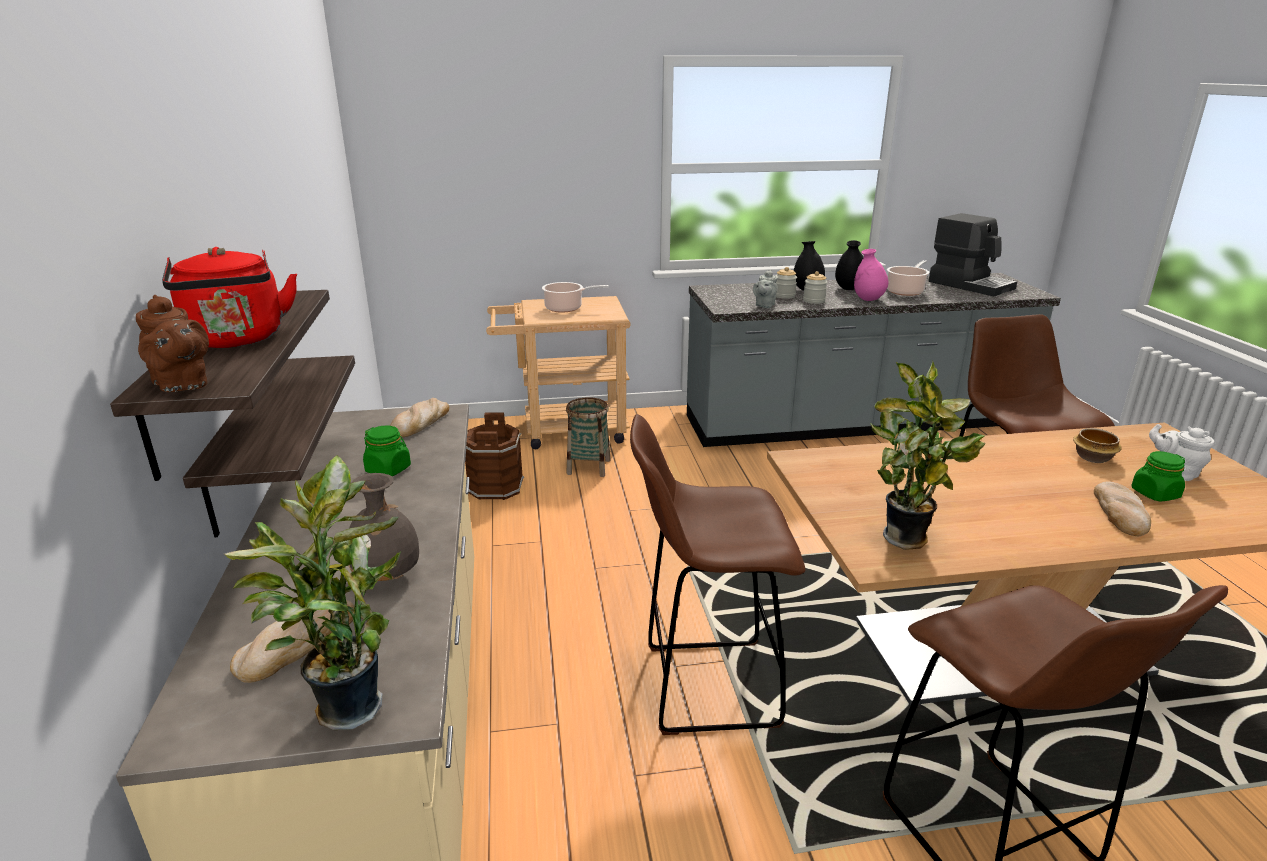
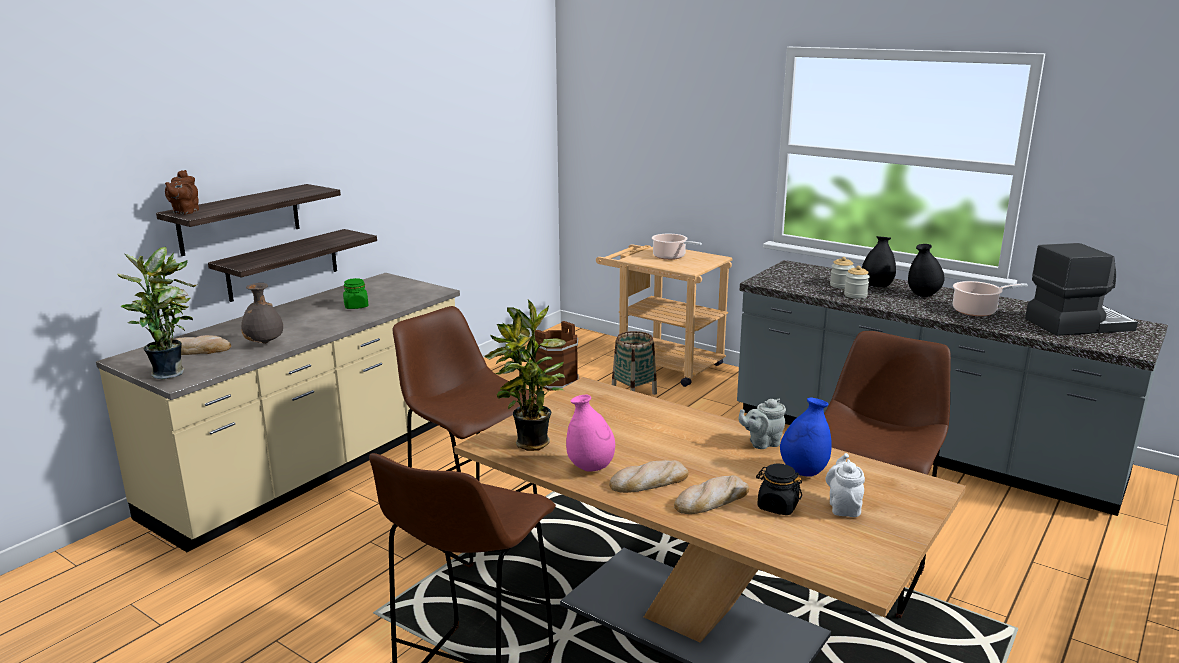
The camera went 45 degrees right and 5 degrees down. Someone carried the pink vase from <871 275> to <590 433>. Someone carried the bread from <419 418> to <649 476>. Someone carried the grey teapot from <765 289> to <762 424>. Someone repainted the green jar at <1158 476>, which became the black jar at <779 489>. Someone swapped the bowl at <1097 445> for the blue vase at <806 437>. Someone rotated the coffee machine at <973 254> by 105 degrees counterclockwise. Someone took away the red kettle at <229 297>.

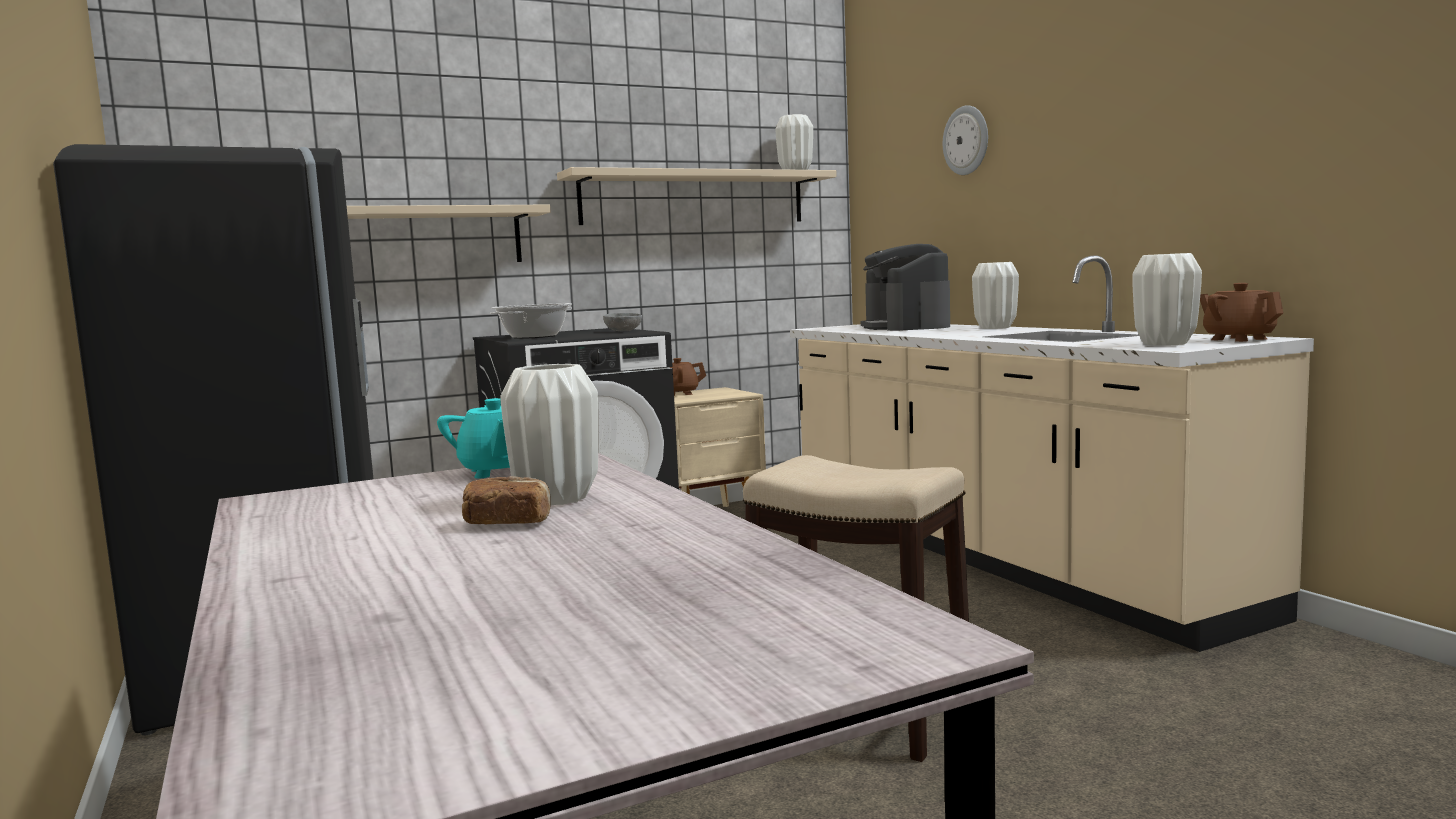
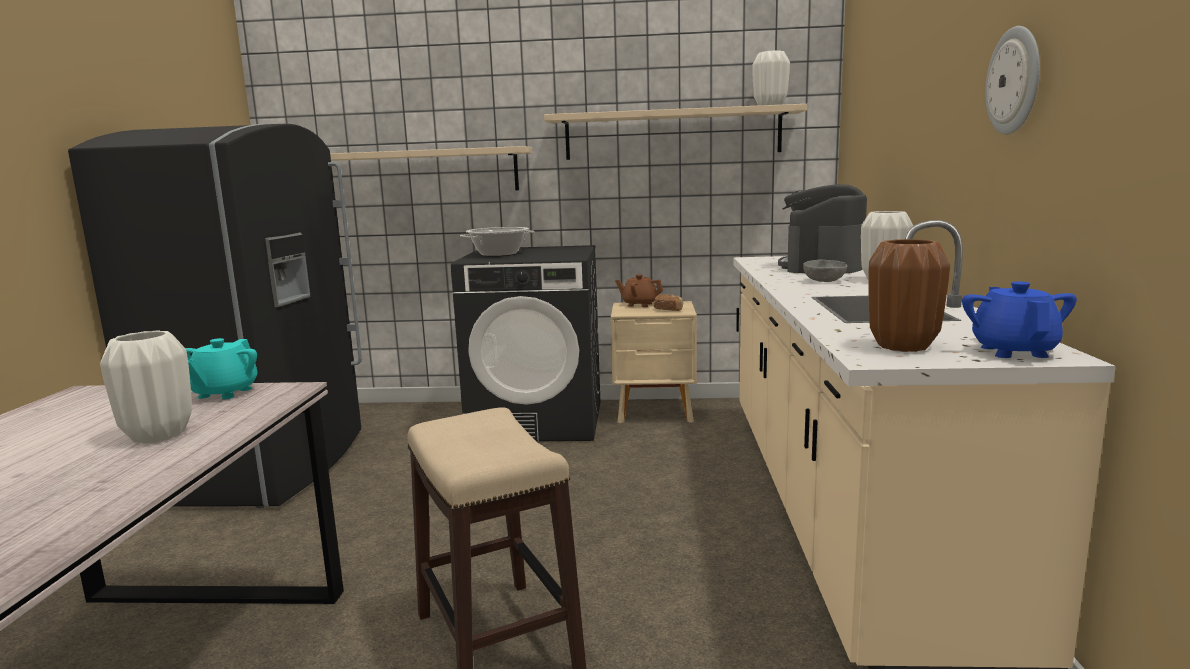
The camera went 30 degrees right and 5 degrees up. Someone carried the bread from <506 500> to <668 302>. Someone carried the grey bowl from <622 322> to <825 270>. Someone repainted the white vase at <1167 299>, which became the brown vase at <909 295>. Someone repainted the brown teapot at <1241 312>, which became the blue teapot at <1019 319>. Someone carried the wall clock from <965 140> to <1012 80>.

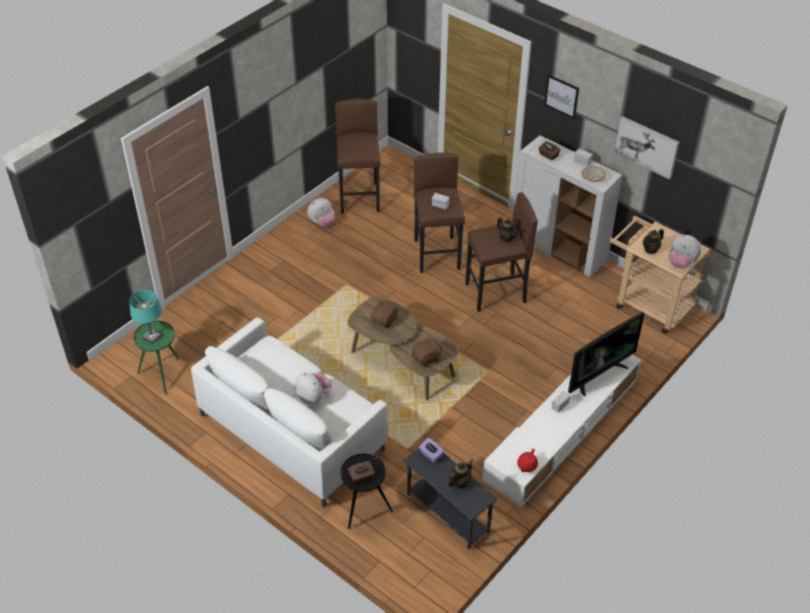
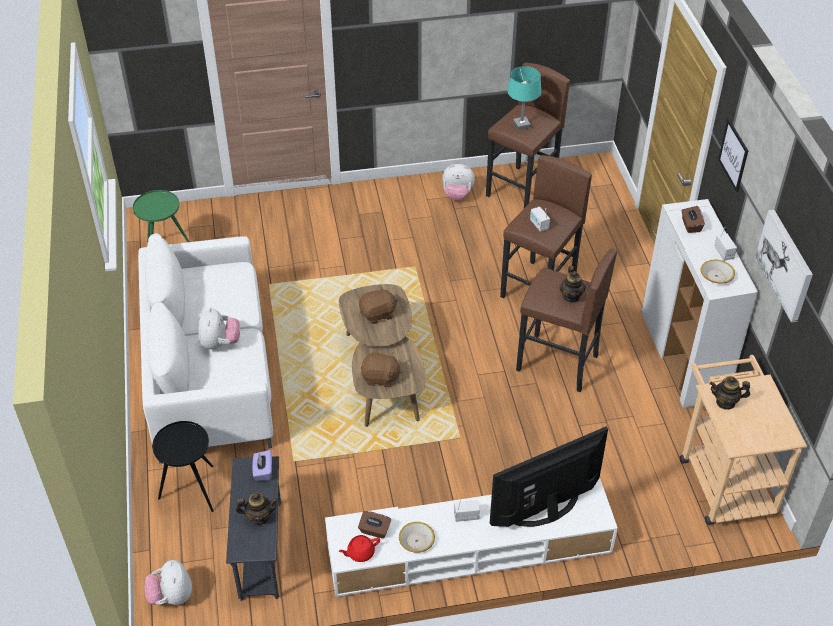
The camera went 40 degrees right and 0 degrees up. Someone carried the plush toy from <685 251> to <168 582>. Someone carried the brown tissue box from <361 472> to <374 525>. Someone put down the bowl at <417 537>. Someone rotated the television at <606 354> by 150 degrees clockwise. Someone carried the turquoise table lamp from <145 317> to <524 98>.

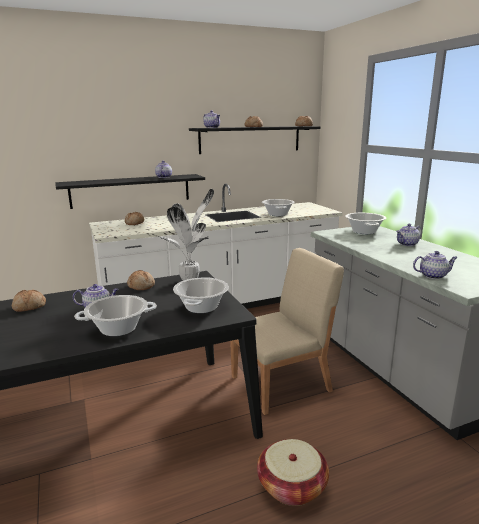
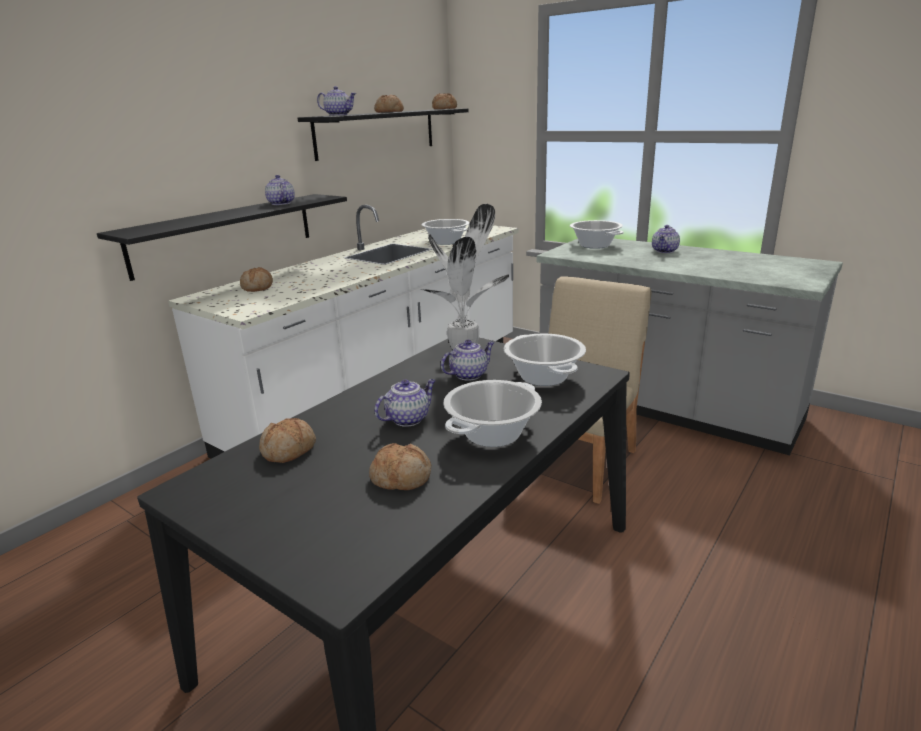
The camera went 30 degrees left and 5 degrees up. Someone carried the bread from <141 280> to <400 466>. Someone carried the teapot from <435 265> to <467 360>. Someone took away the basket at <293 472>.

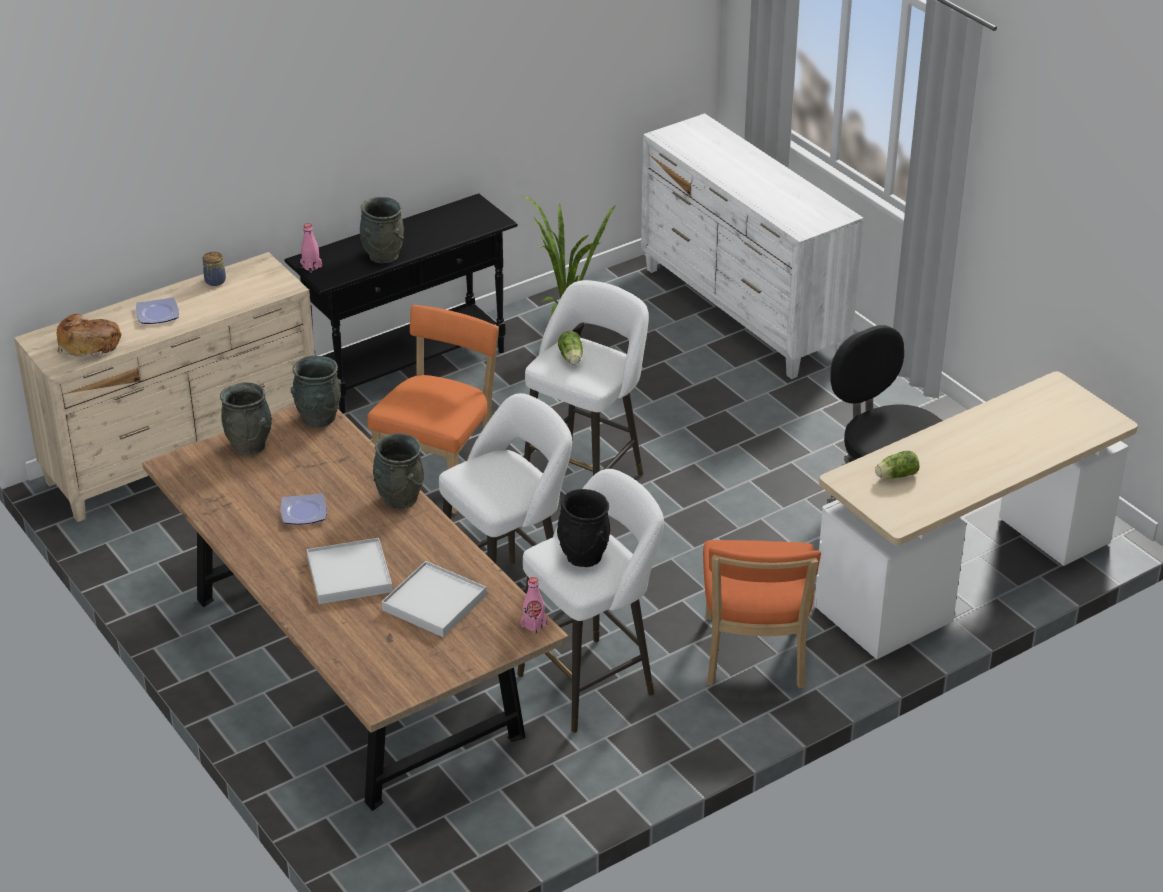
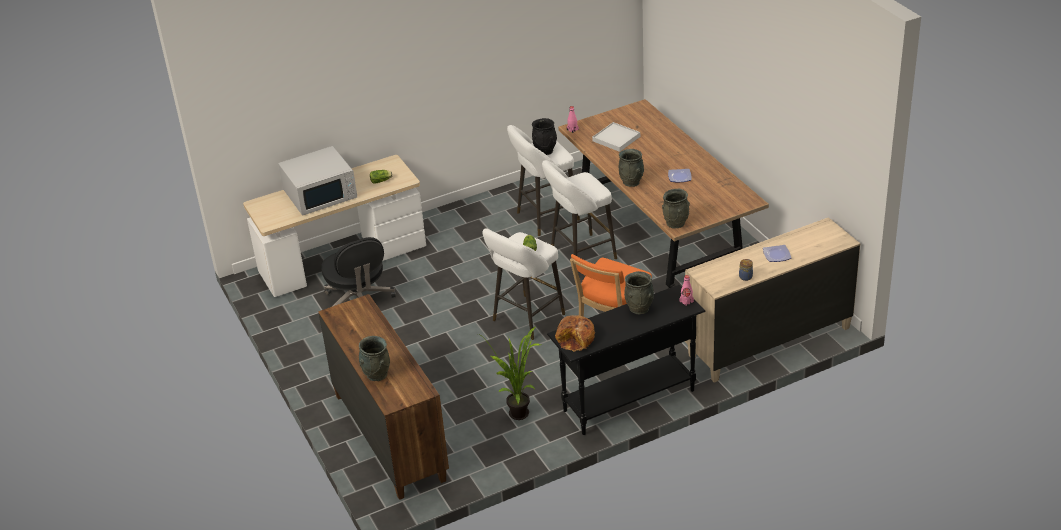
The camera went 170 degrees left and 0 degrees up. Someone put down the white microwave at <317 181>. Someone repainted the white dresser at <752 246>, which became the brown dresser at <383 397>. Someone carried the grey vase from <246 418> to <374 358>. Someone carried the bread from <89 335> to <575 333>. Someone took away the white tray at <349 571>. Someone took away the orange chair at <762 614>.

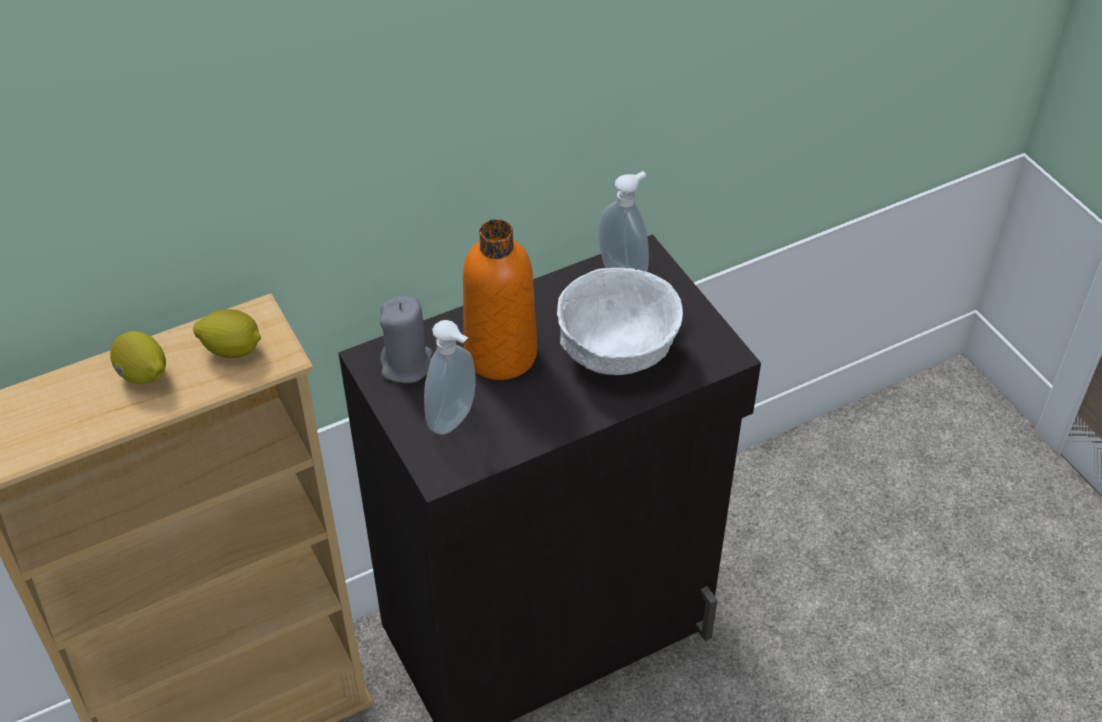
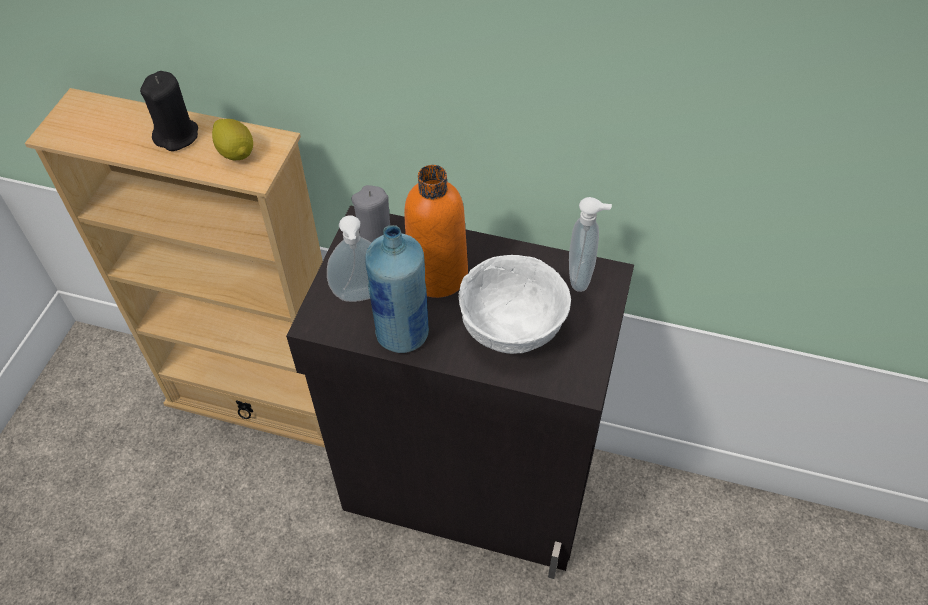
The camera went 45 degrees right and 5 degrees up. Someone swapped the lemon at <138 357> for the black candle at <169 111>. Someone put down the blue bottle at <397 289>.

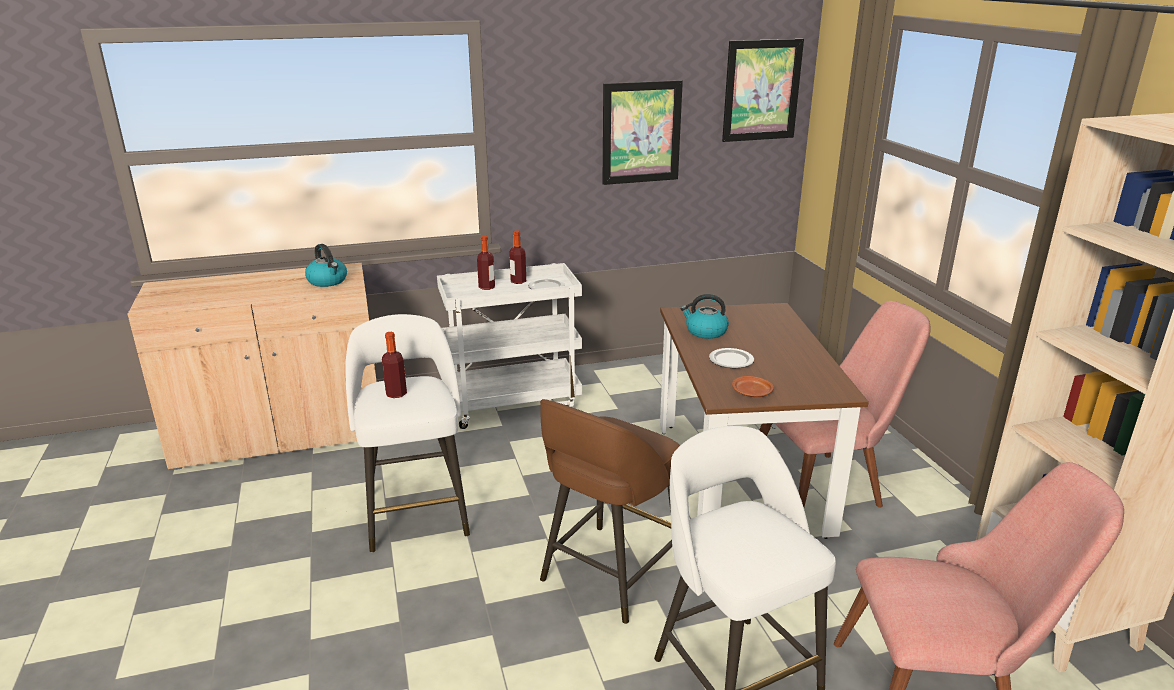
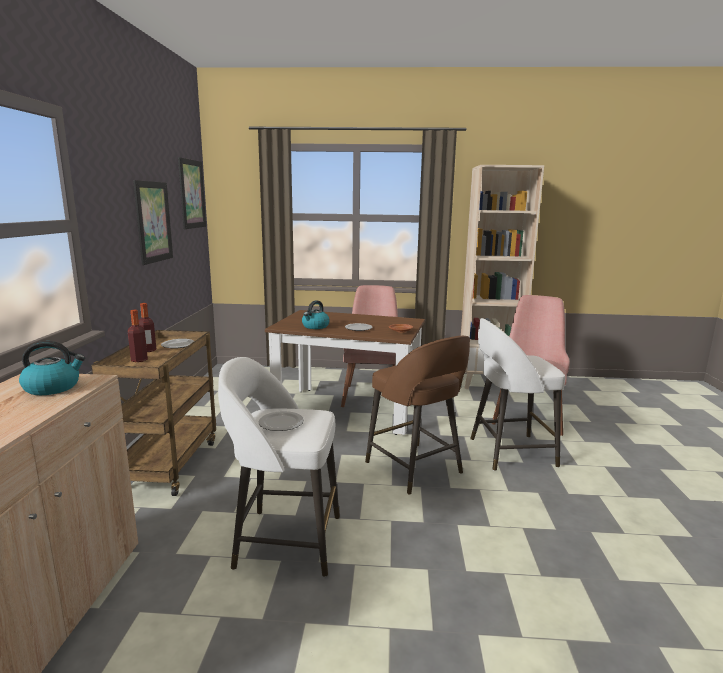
The camera went 70 degrees left and 10 degrees down. Someone repainted the white cart at <509 346>, which became the brown cart at <153 413>. Someone swapped the bottle at <394 365> for the plate at <281 421>.

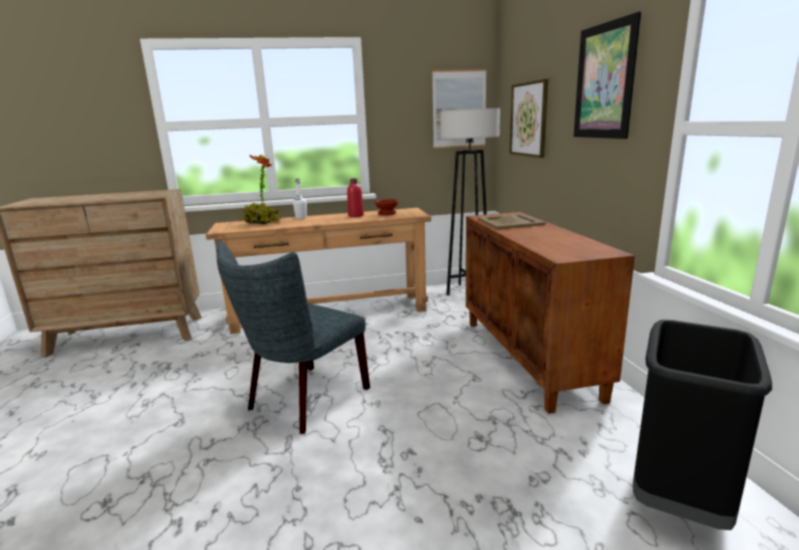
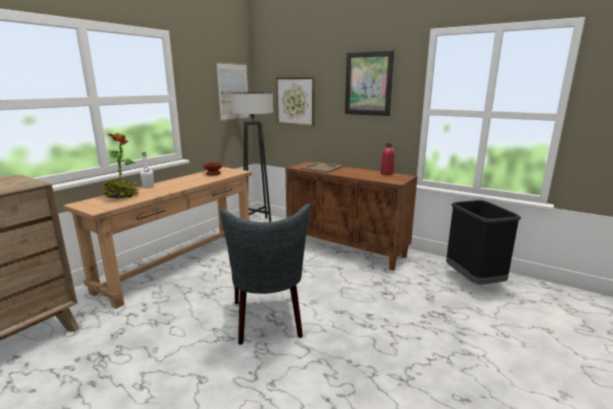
The camera went 45 degrees left and 0 degrees up. Someone carried the red bottle from <355 197> to <387 159>.

